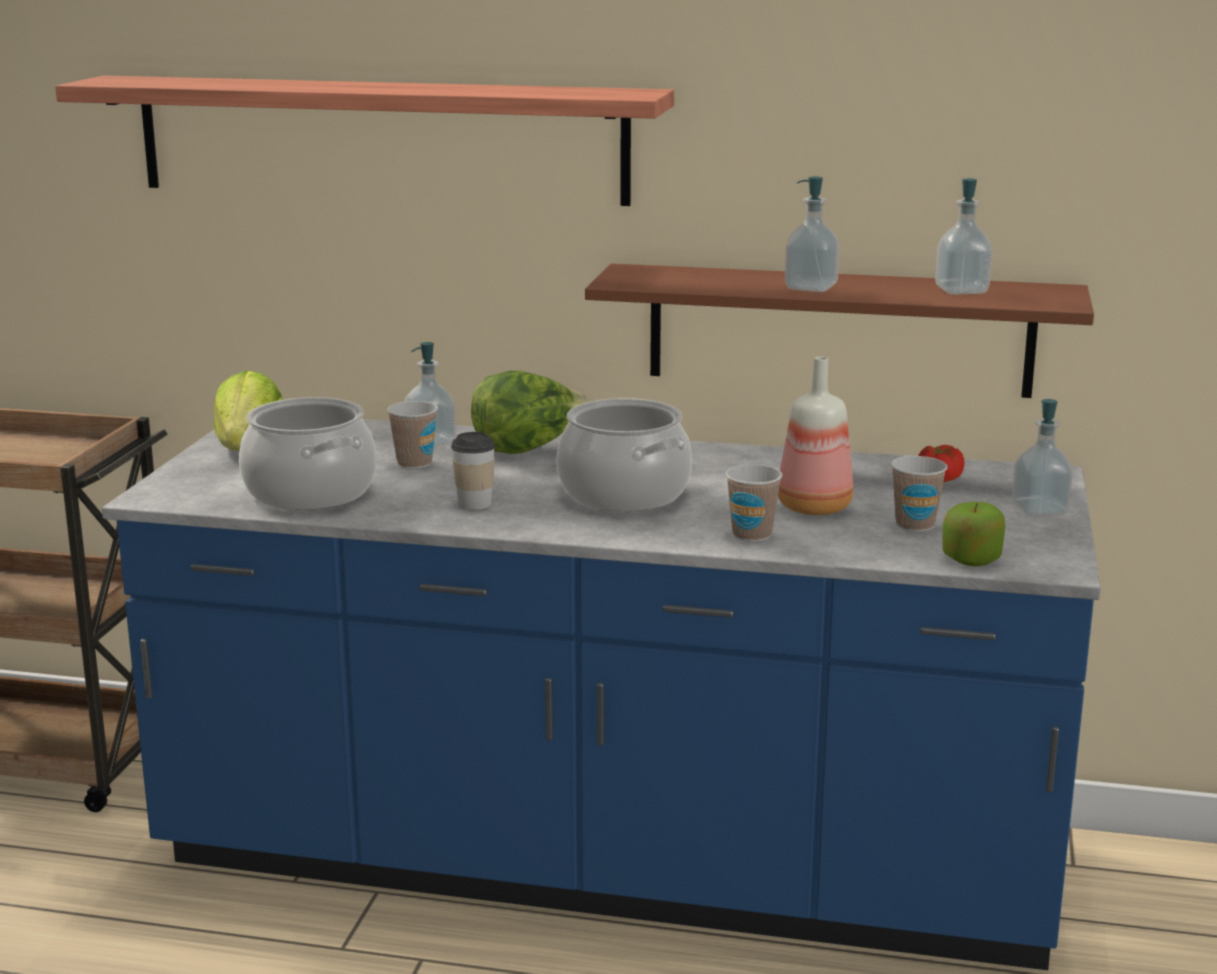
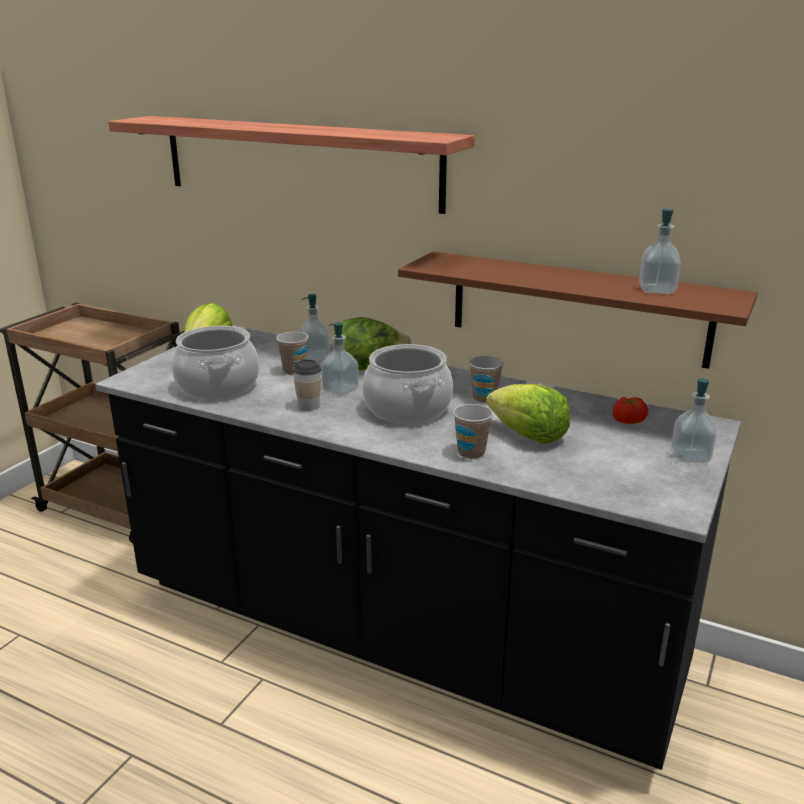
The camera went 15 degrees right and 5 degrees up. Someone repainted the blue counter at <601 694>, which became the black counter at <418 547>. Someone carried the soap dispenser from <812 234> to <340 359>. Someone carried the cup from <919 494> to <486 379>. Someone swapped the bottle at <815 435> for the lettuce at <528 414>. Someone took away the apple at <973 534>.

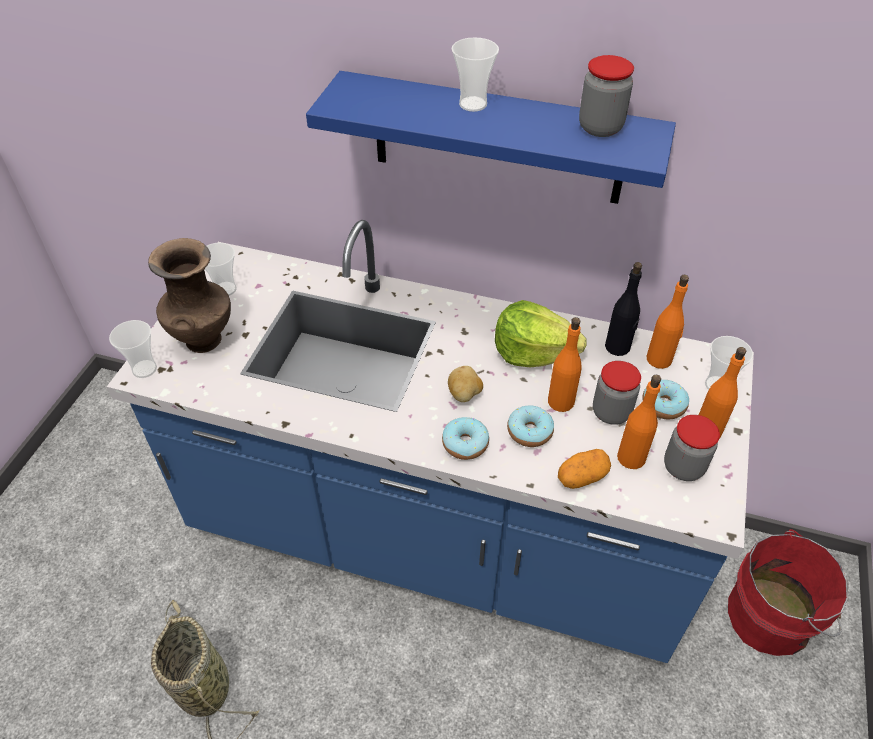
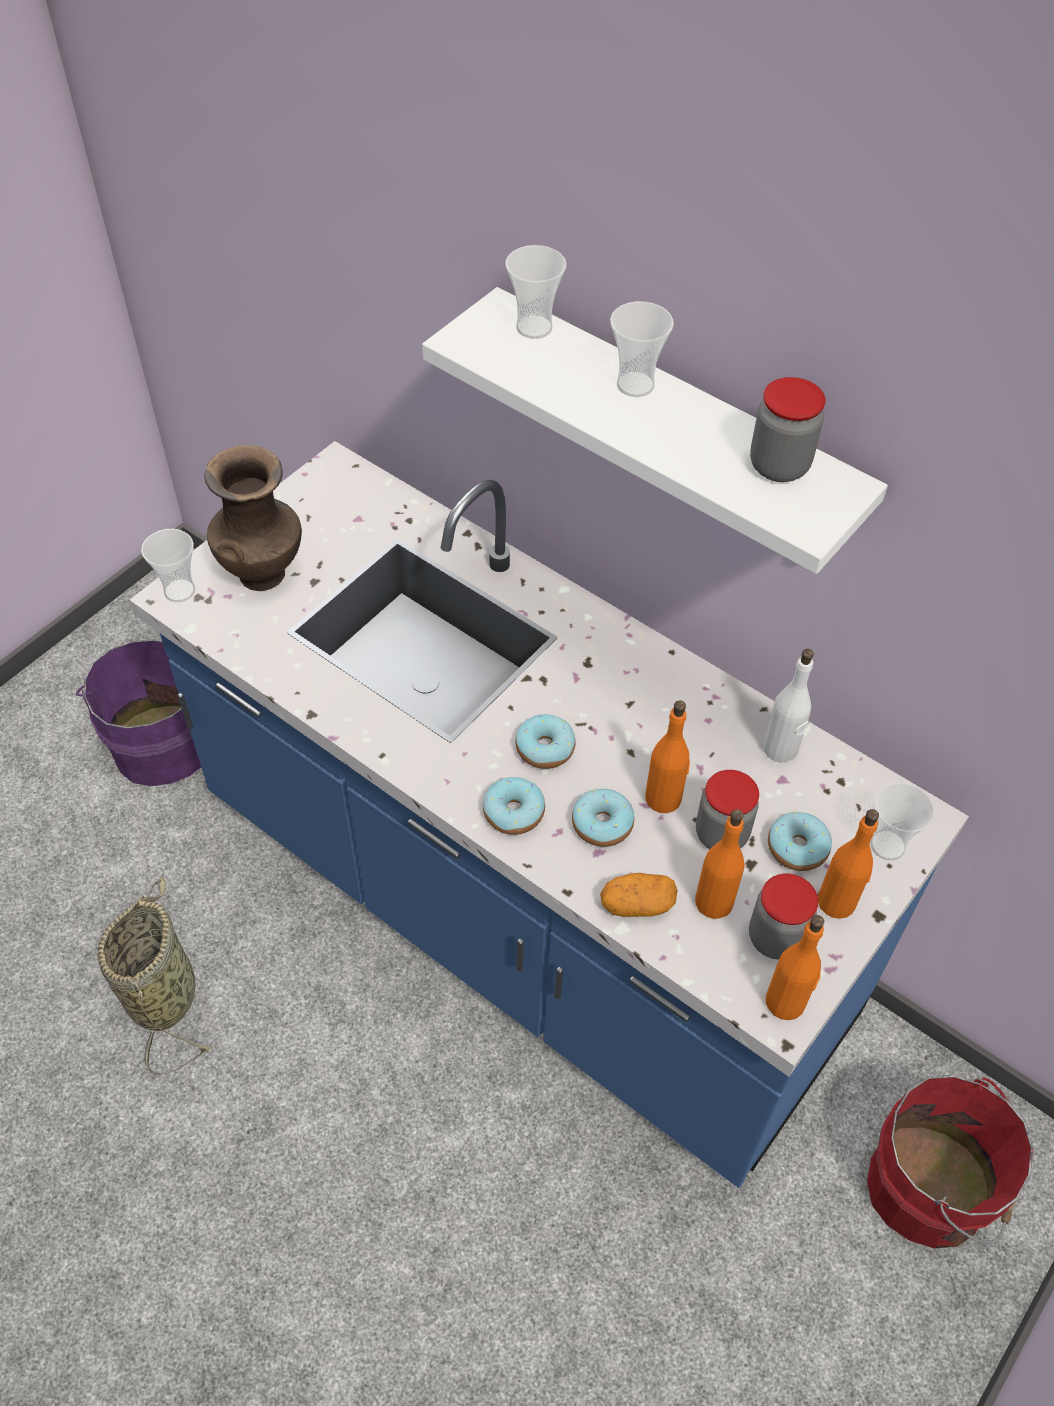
The camera went 20 degrees right and 5 degrees up. Someone put down the purple bucket at <138 712>. Someone repainted the blue shelf at <491 137>, which became the white shelf at <655 430>. Someone carried the cup from <221 269> to <535 292>. Someone swapped the potato at <465 384> for the donut at <545 741>. Someone repainted the black bottle at <623 309>, which became the white bottle at <788 706>. Someone carried the orange bottle from <668 322> to <795 967>. Someone took away the lettuce at <541 333>.

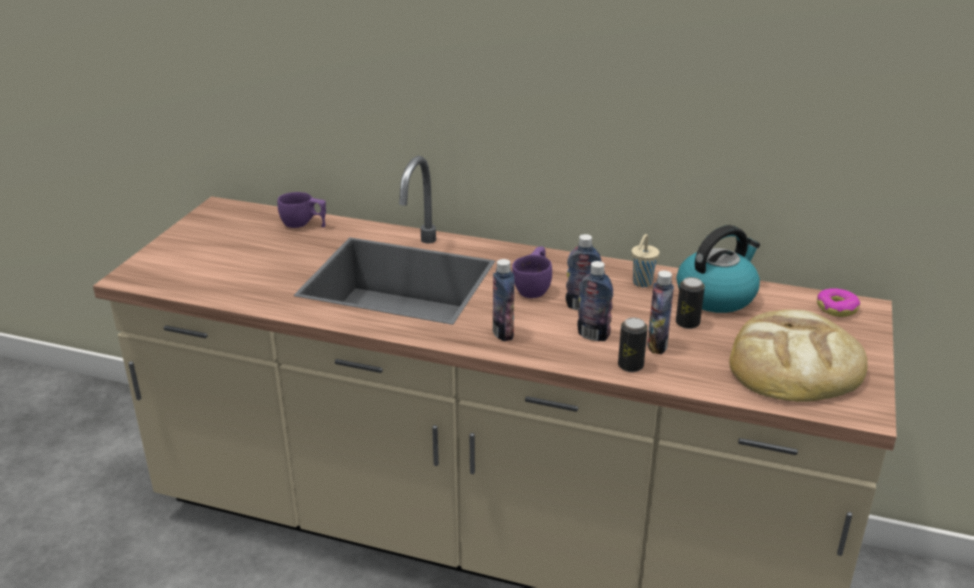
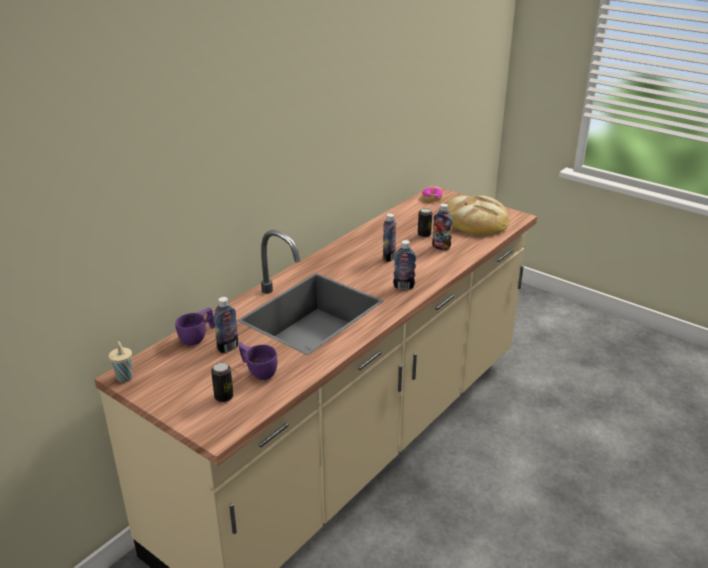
The camera went 70 degrees left and 0 degrees up. Someone carried the beige cup from <645 260> to <121 361>. Someone carried the can from <633 344> to <222 382>. Someone carried the bottle from <595 301> to <226 325>. Someone carried the purple cup from <532 272> to <258 361>. Someone took away the kettle at <718 269>.

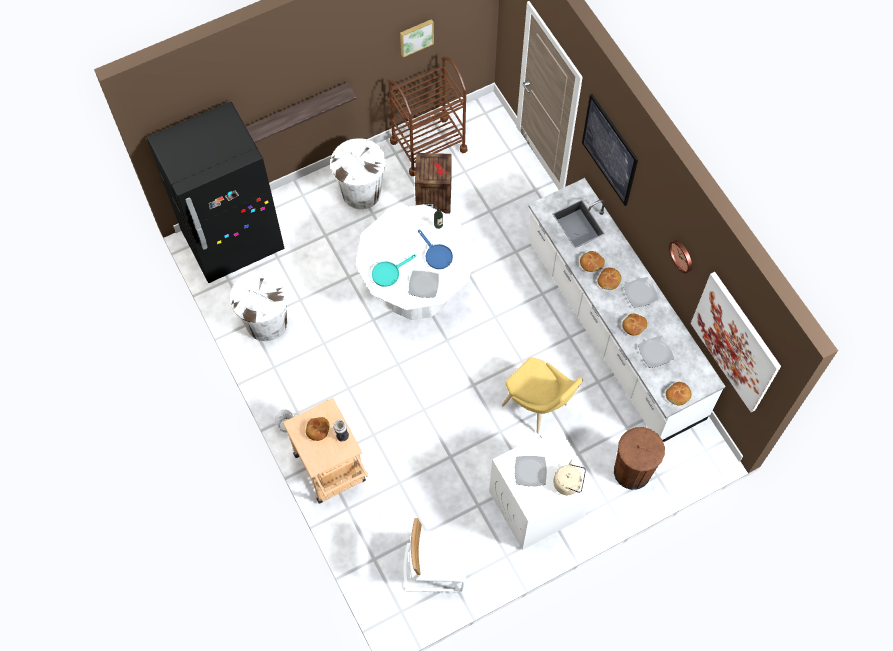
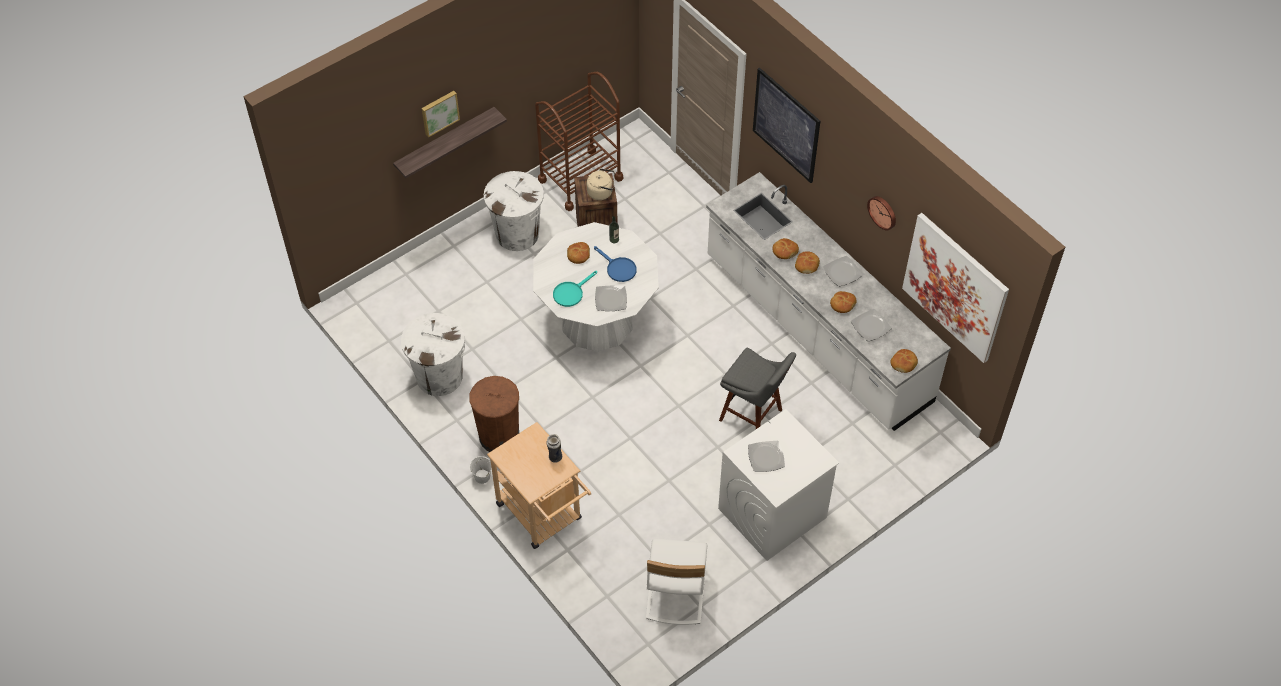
The camera went 10 degrees left and 10 degrees down. Someone carried the picture from <417 38> to <441 114>. Someone carried the brown trash can from <639 458> to <494 414>. Someone carried the bread from <318 429> to <578 253>. Someone carried the beige kettle from <569 477> to <601 184>. Someone rotated the white chair at <435 555> by 75 degrees counterclockwise. Someone swapped the yellow chair at <542 395> for the grey stool at <757 388>. Someone took away the black fridge at <215 192>.

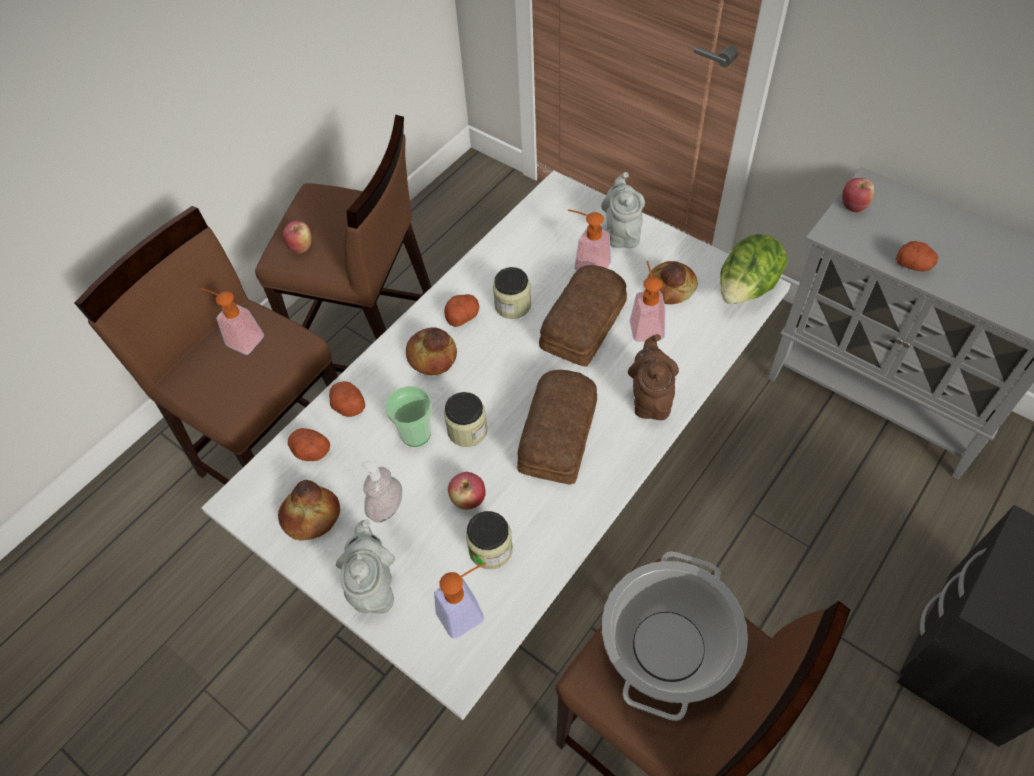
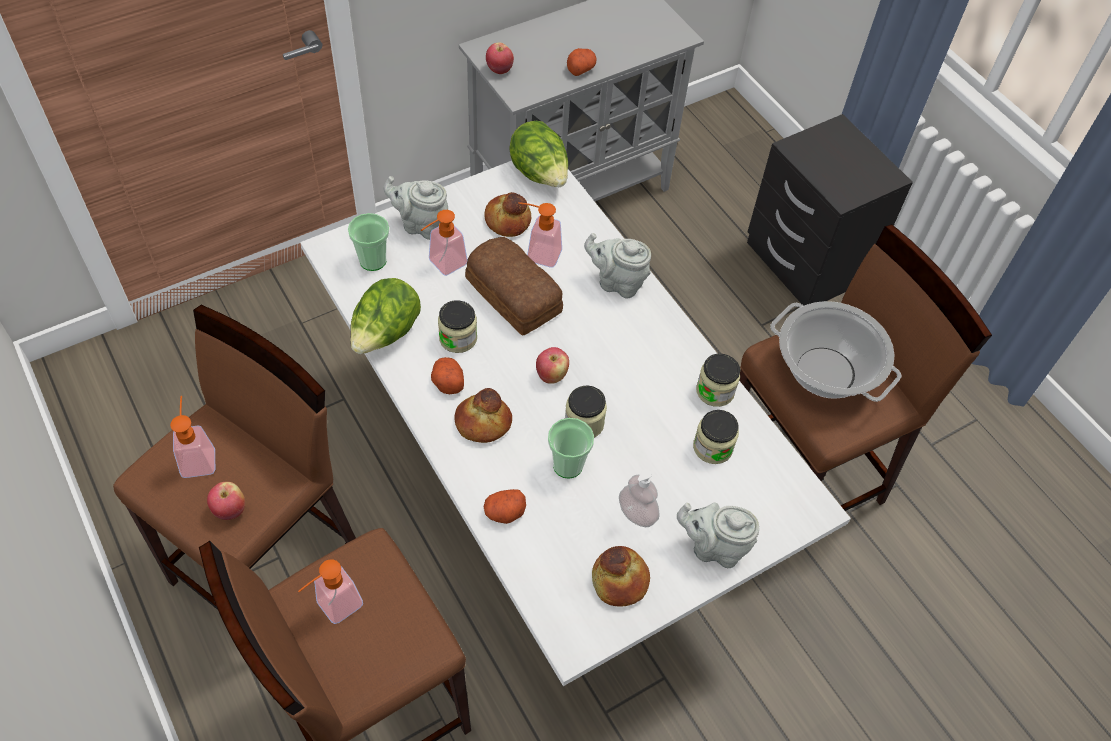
The camera went 75 degrees left and 0 degrees up. Someone carried the soap dispenser from <460 600> to <192 437>. Someone put down the cup at <368 242>. Someone put down the lettuce at <385 316>. Someone carried the apple from <467 491> to <552 365>. Someone repainted the brown teapot at <653 377>, which became the grey teapot at <617 266>. Someone put down the jar at <718 380>. Someone took away the potato at <309 444>. Someone took away the bread at <557 427>.

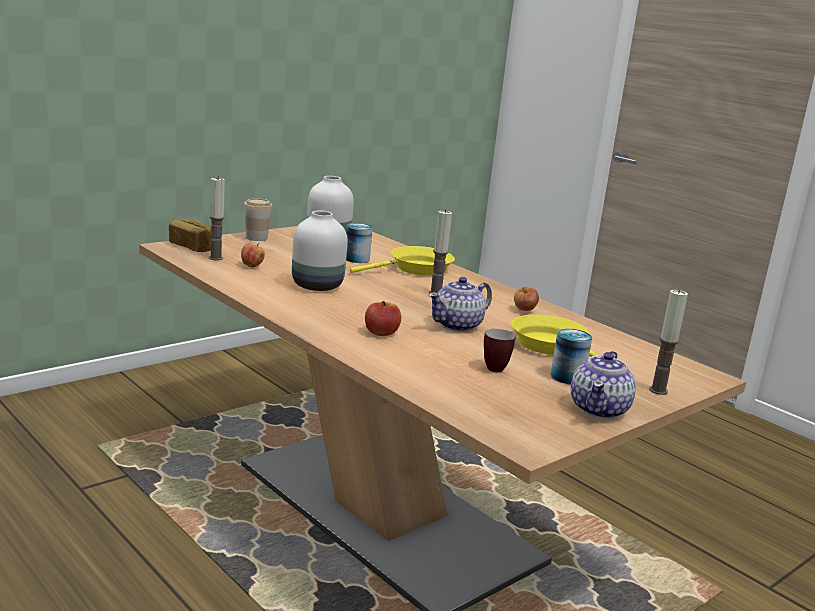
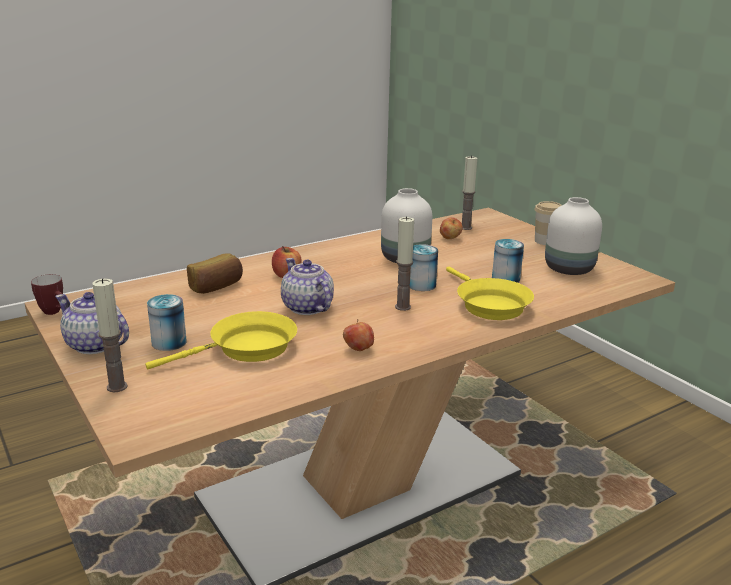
The camera went 100 degrees right and 5 degrees up. Someone carried the mug from <500 350> to <47 294>. Someone carried the bread from <190 235> to <215 274>. Someone put down the can at <424 267>.

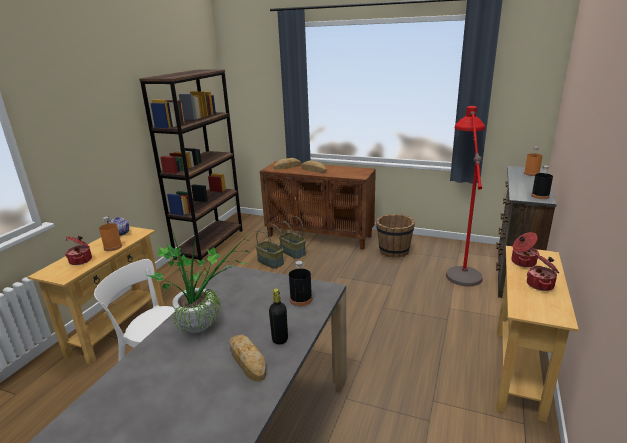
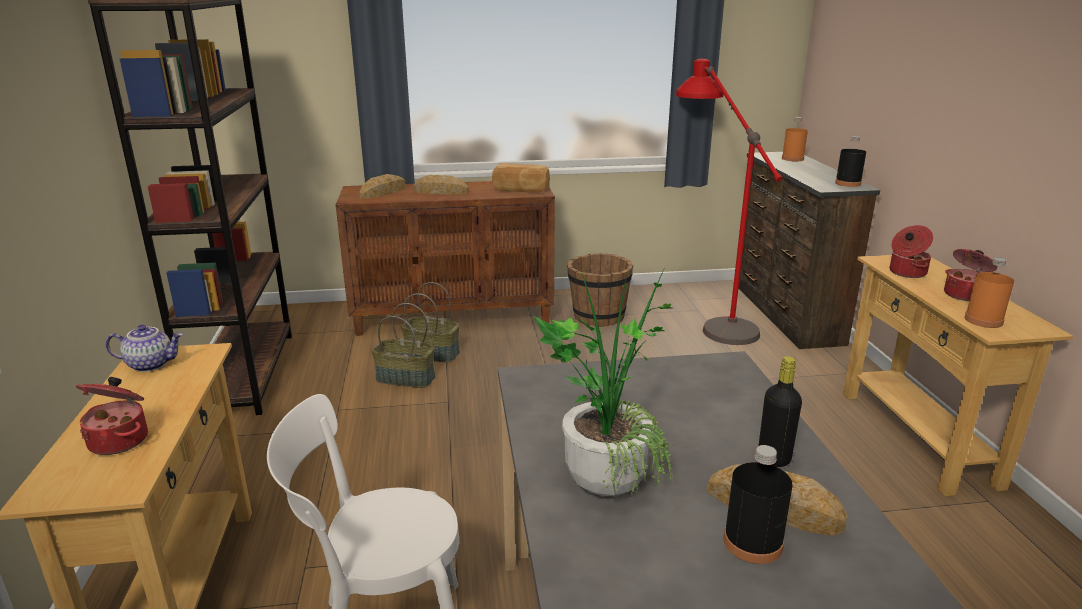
The camera went 30 degrees left and 0 degrees up. Someone put down the bread at <521 177>. Someone carried the black bottle from <300 283> to <758 504>. Someone carried the orange bottle from <110 233> to <989 292>.

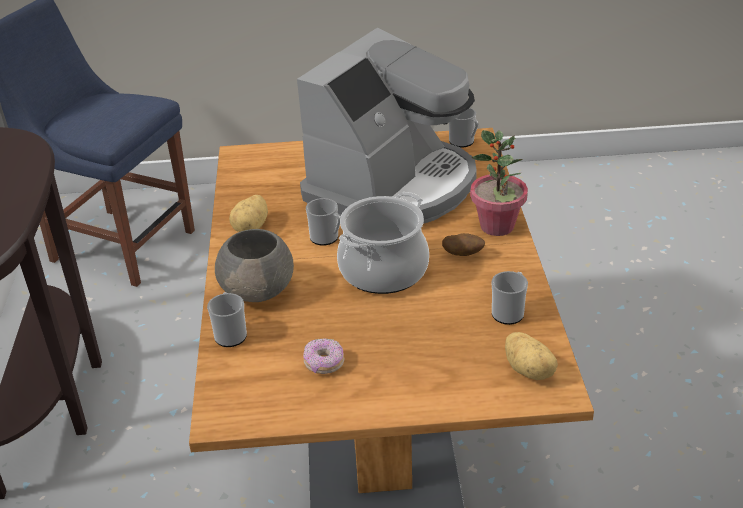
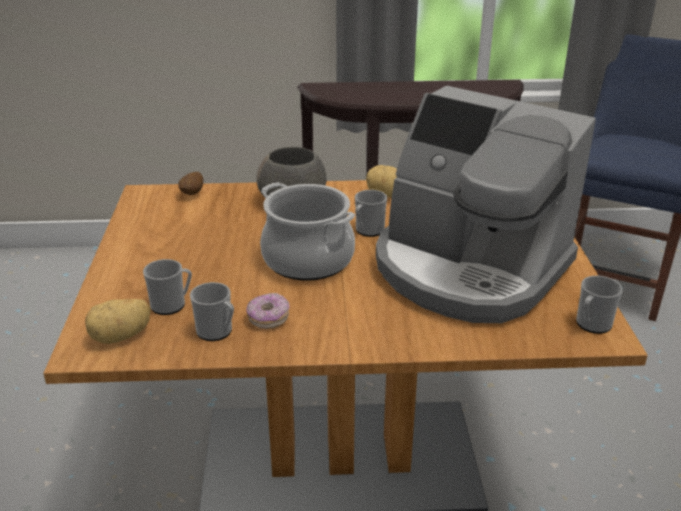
The camera went 90 degrees right and 5 degrees down. Someone carried the mug from <227 319> to <167 287>. Someone carried the potato from <463 244> to <191 183>. Someone carried the donut from <323 356> to <267 311>. Someone took away the potted plant at <499 183>.

